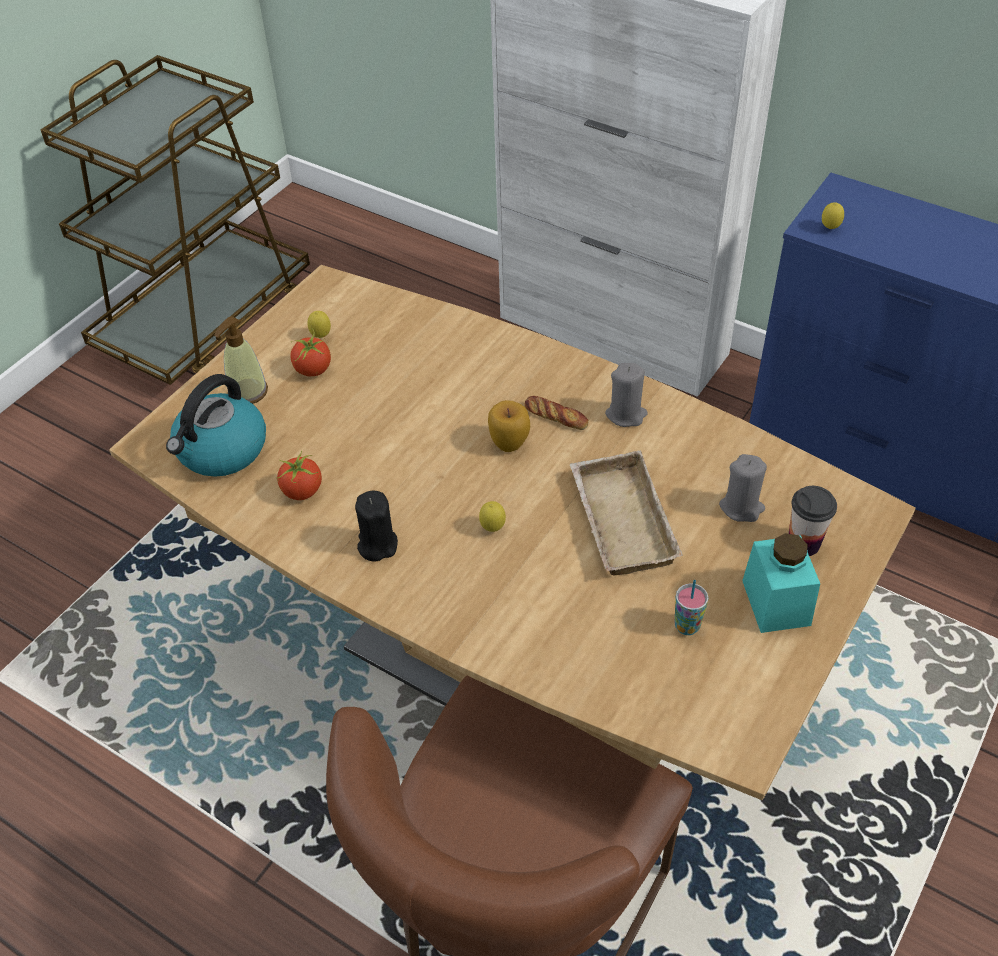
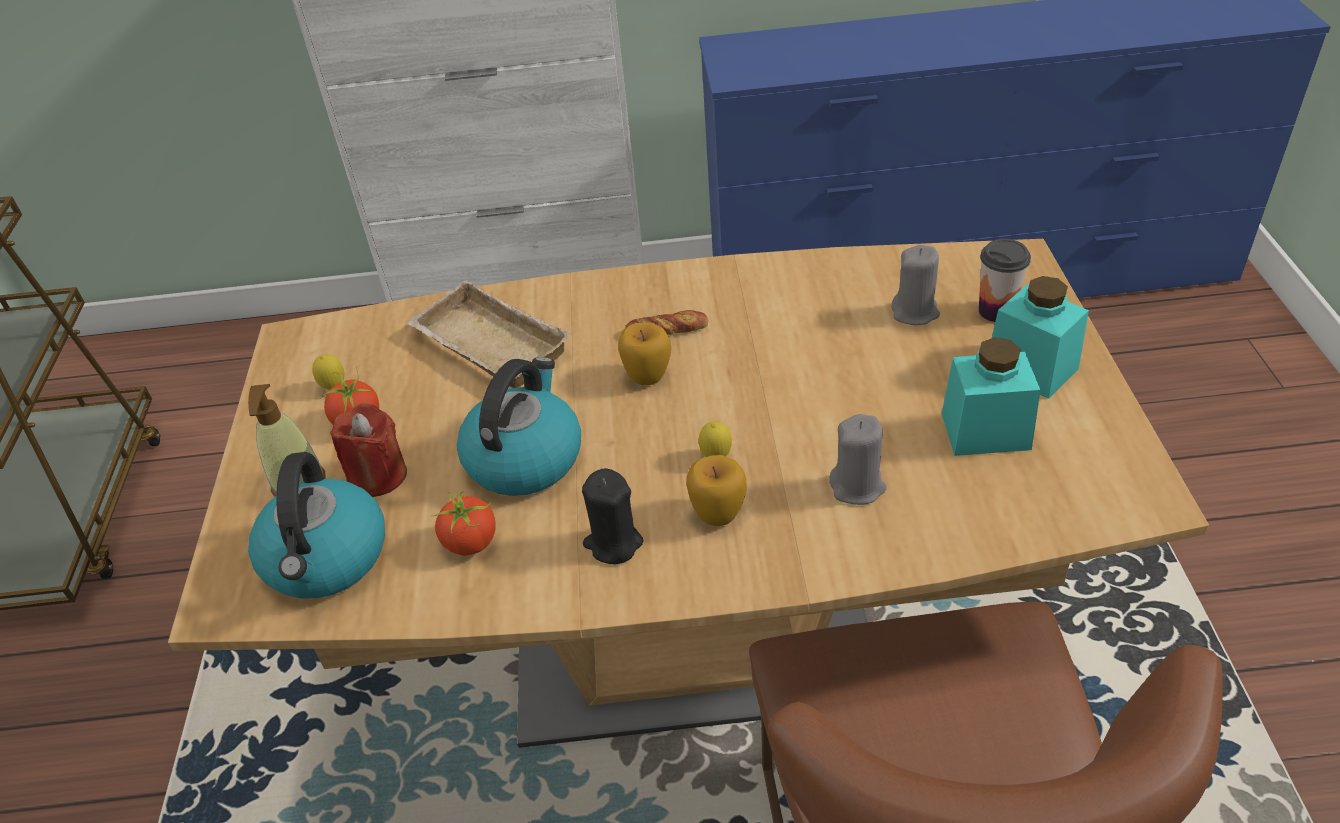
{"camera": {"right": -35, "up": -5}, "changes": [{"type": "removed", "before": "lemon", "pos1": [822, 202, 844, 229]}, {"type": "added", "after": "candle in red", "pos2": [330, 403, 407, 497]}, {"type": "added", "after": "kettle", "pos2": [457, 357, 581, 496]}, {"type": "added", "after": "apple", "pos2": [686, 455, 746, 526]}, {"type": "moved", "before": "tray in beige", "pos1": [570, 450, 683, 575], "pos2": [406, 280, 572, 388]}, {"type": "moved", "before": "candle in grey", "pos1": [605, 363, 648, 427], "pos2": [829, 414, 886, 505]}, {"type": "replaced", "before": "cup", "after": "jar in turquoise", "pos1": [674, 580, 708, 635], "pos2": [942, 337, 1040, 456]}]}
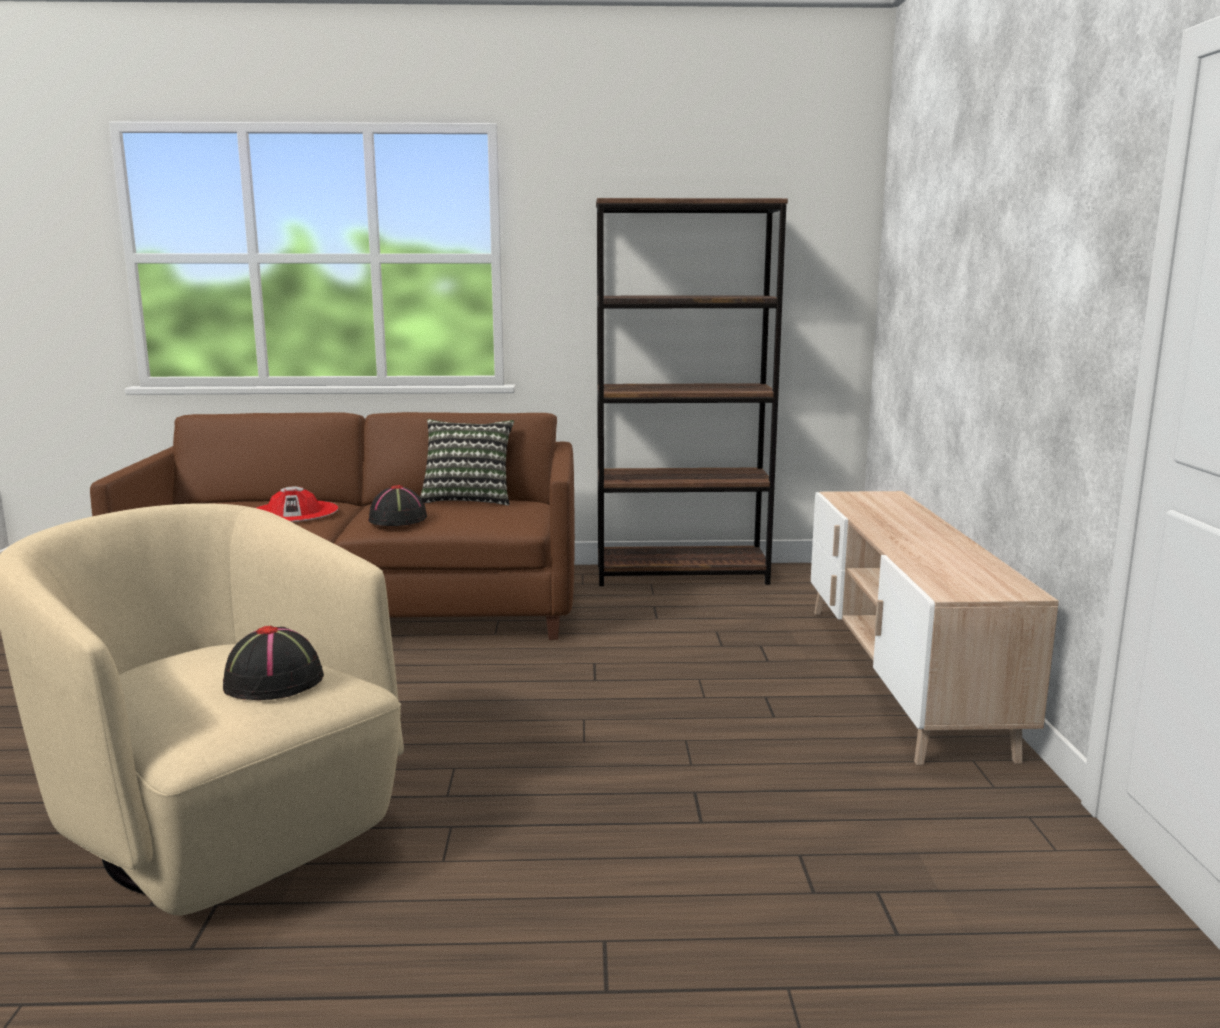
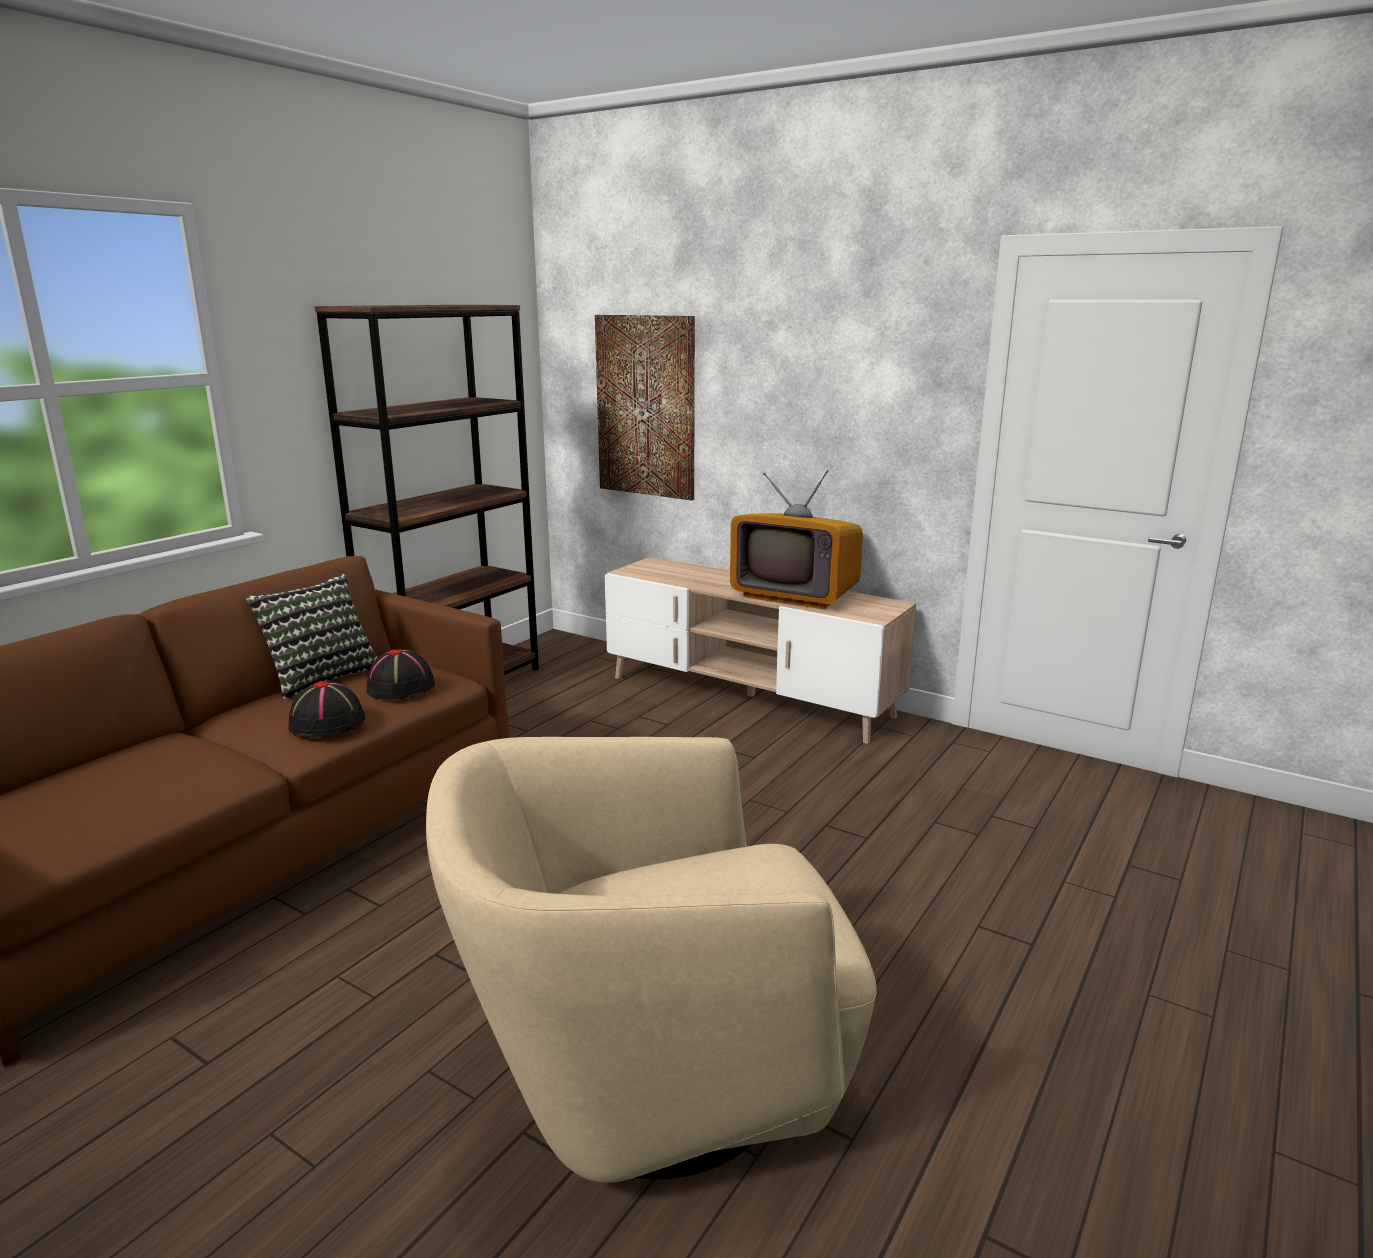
{"camera": {"right": -55, "up": 5}, "changes": [{"type": "removed", "before": "hat in red", "pos1": [256, 487, 338, 522]}, {"type": "added", "after": "picture", "pos2": [595, 315, 695, 500]}, {"type": "added", "after": "television", "pos2": [730, 470, 863, 609]}, {"type": "moved", "before": "hat in black", "pos1": [223, 626, 324, 700], "pos2": [366, 649, 435, 700]}]}
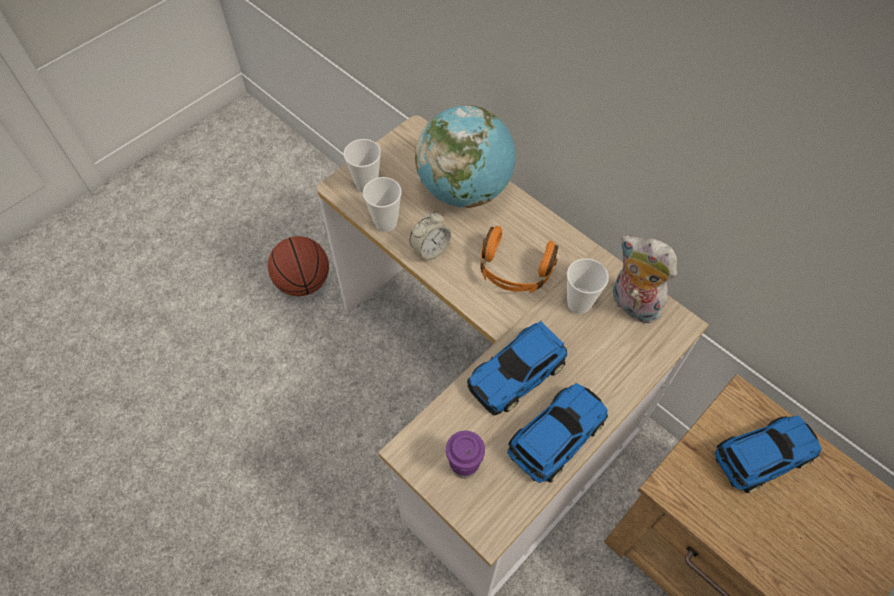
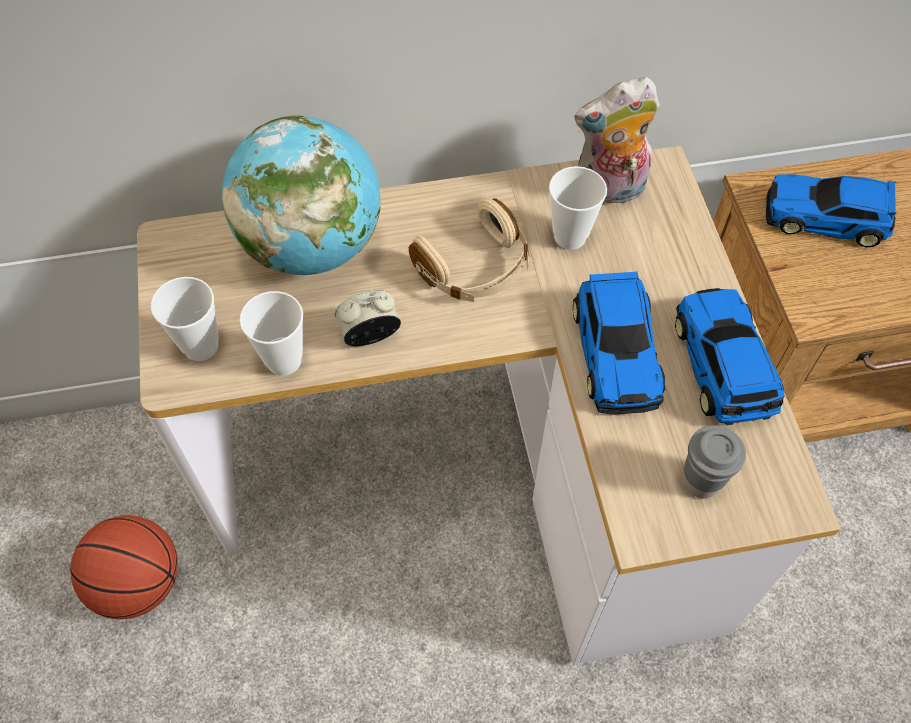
{"camera": {"right": -55, "up": 0}, "changes": [{"type": "recoloured", "before": "cup in purple", "after": "cup in grey", "pos1": [446, 431, 485, 479], "pos2": [682, 425, 746, 498]}, {"type": "recoloured", "before": "headphones in orange", "after": "headphones in beige", "pos1": [480, 226, 558, 294], "pos2": [409, 198, 529, 302]}, {"type": "turned", "before": "alarm clock", "pos1": [409, 212, 451, 261], "pos2": [334, 290, 401, 346], "turn": -105}, {"type": "turned", "before": "toy car", "pos1": [715, 416, 822, 493], "pos2": [766, 174, 896, 248], "turn": -90}]}
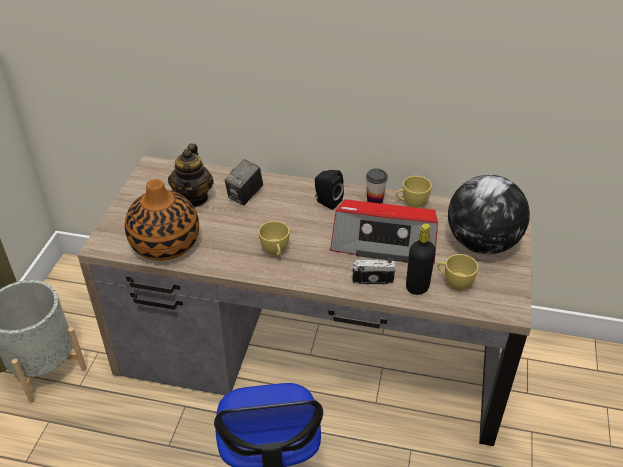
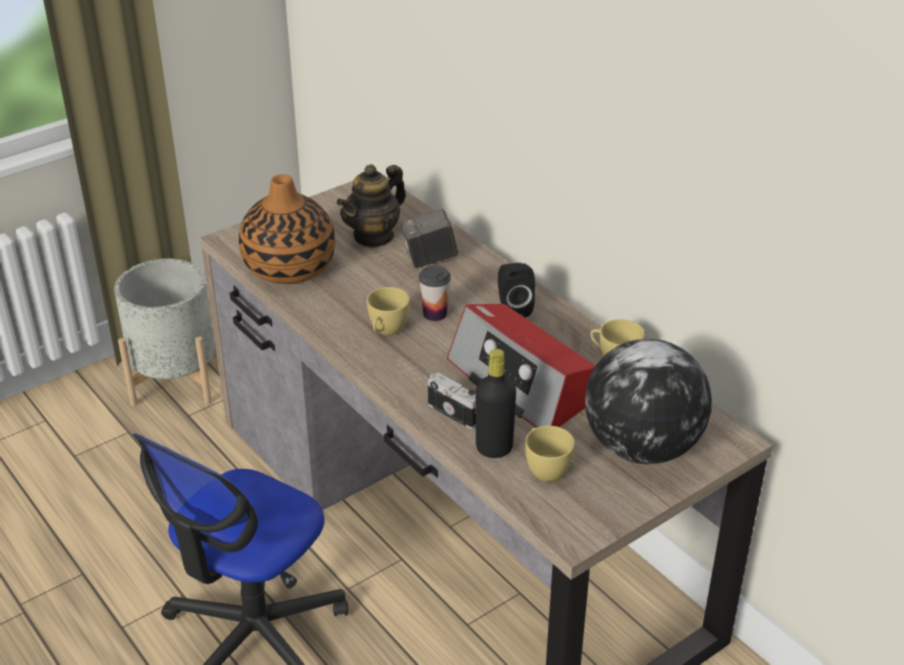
{"camera": {"right": 40, "up": -5}, "changes": [{"type": "moved", "before": "cup", "pos1": [366, 168, 388, 204], "pos2": [419, 265, 451, 321]}]}
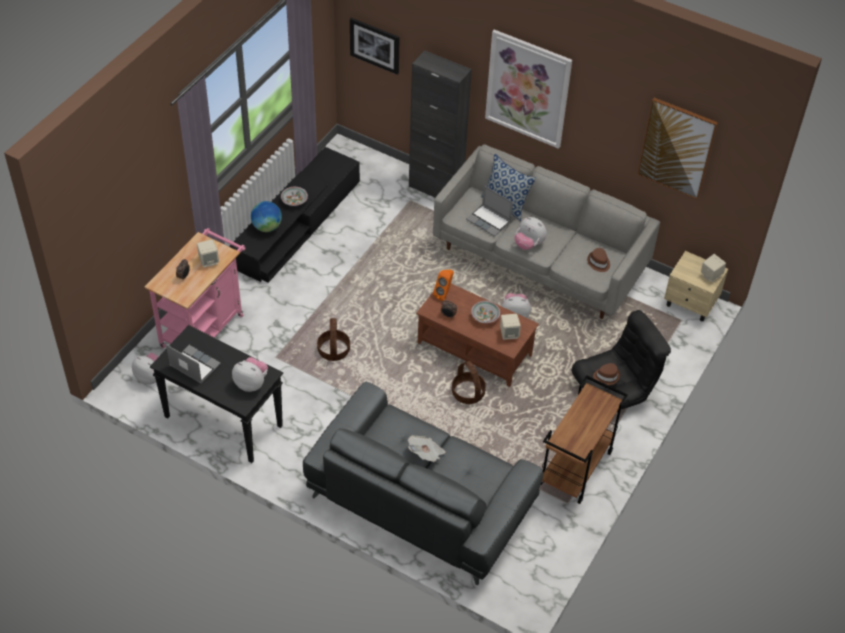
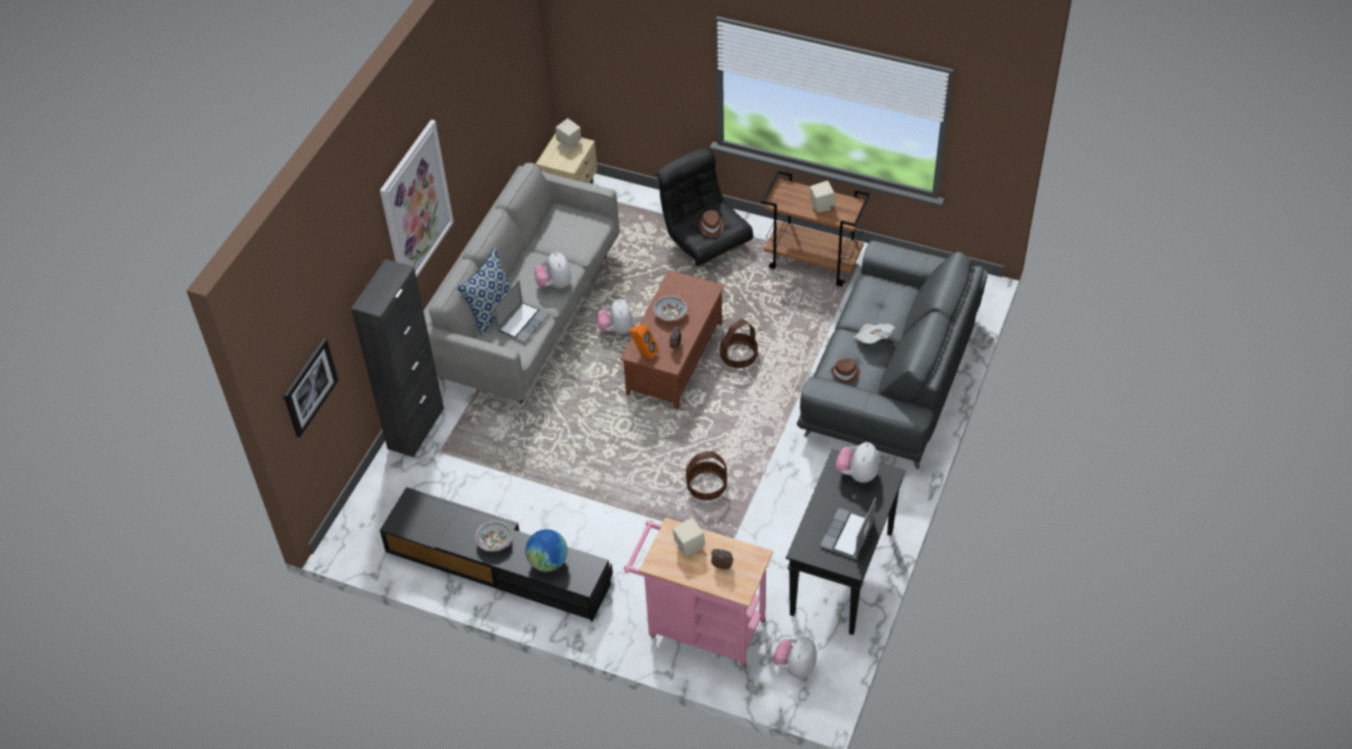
{"camera": {"right": -95, "up": 0}, "changes": [{"type": "removed", "before": "picture", "pos1": [637, 98, 718, 199]}, {"type": "moved", "before": "speaker in beige", "pos1": [500, 314, 521, 340], "pos2": [810, 181, 835, 212]}, {"type": "moved", "before": "hat in brown", "pos1": [587, 248, 610, 272], "pos2": [831, 359, 860, 383]}, {"type": "turned", "before": "plush toy", "pos1": [514, 217, 547, 250], "pos2": [534, 252, 572, 288], "turn": 135}]}
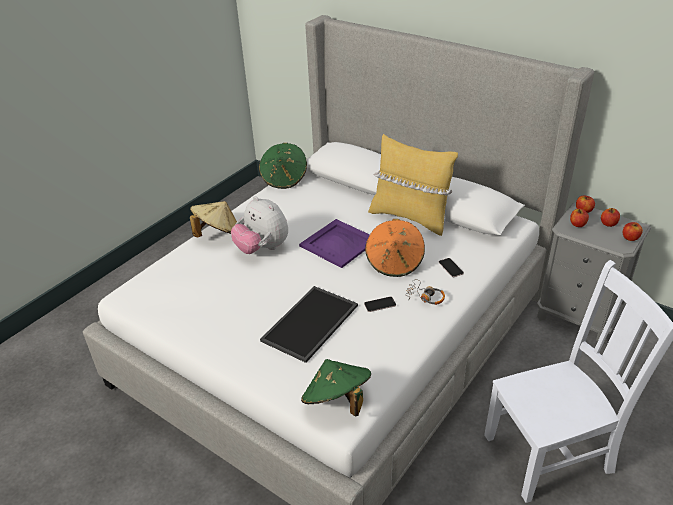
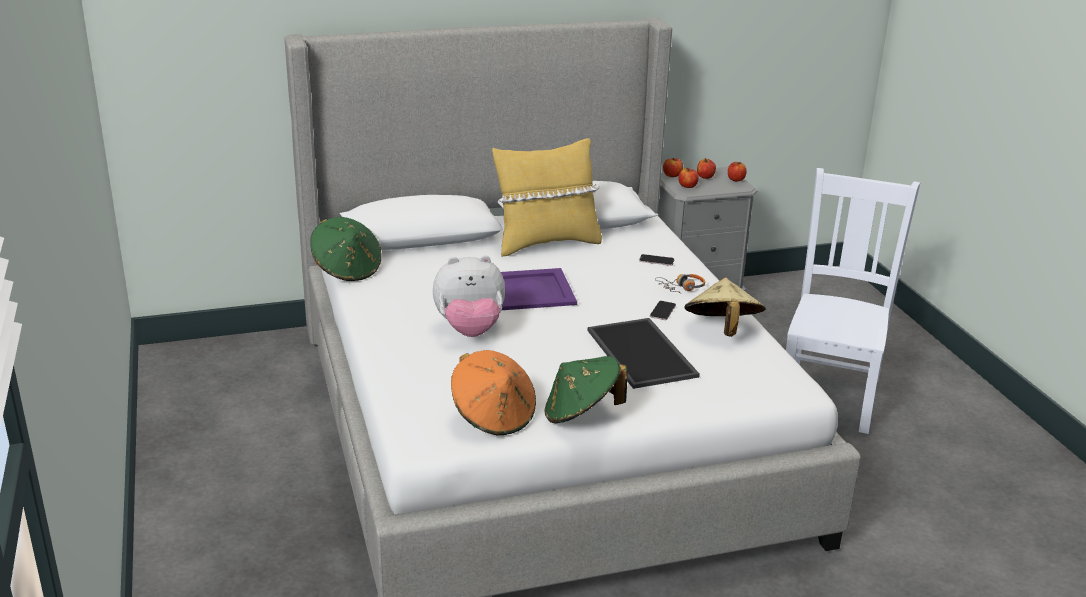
{"camera": {"right": -55, "up": -10}, "changes": [{"type": "moved", "before": "hat in beige", "pos1": [190, 201, 237, 237], "pos2": [685, 278, 766, 337]}, {"type": "moved", "before": "hat in green", "pos1": [301, 359, 371, 417], "pos2": [544, 356, 628, 423]}, {"type": "moved", "before": "hat in orange", "pos1": [365, 219, 425, 277], "pos2": [451, 350, 536, 435]}]}
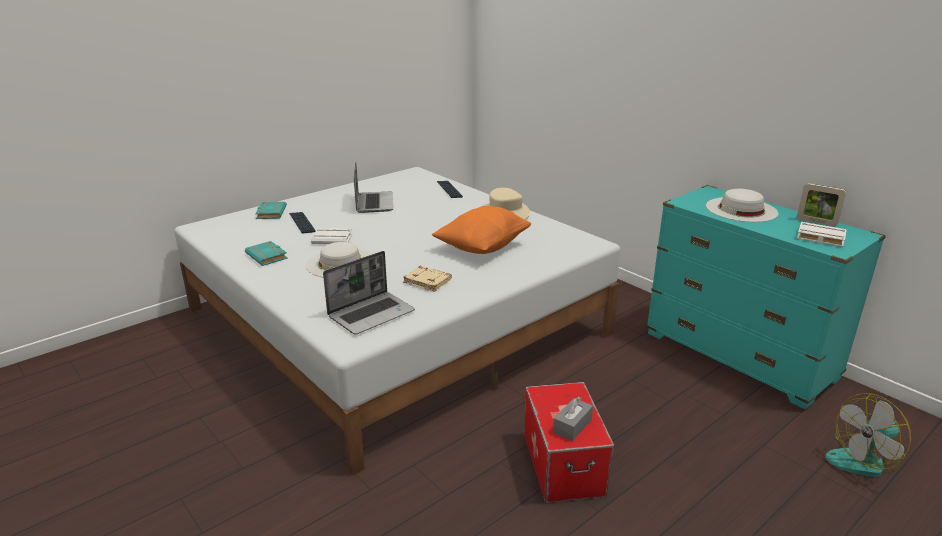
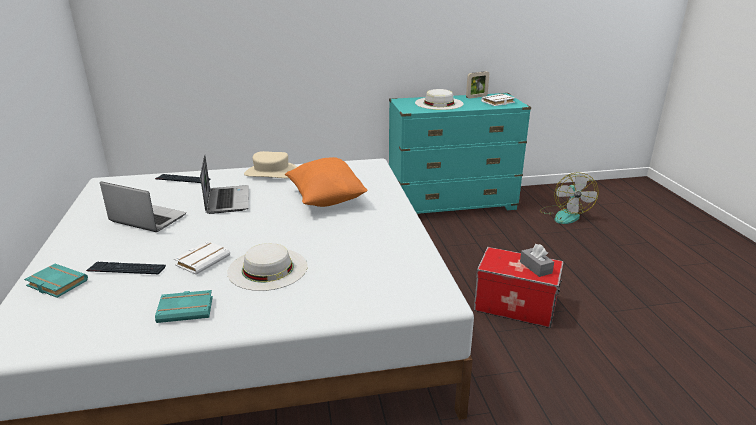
{"camera": {"right": -60, "up": 0}, "changes": [{"type": "removed", "before": "book in beige", "pos1": [403, 266, 452, 292]}, {"type": "moved", "before": "laptop", "pos1": [323, 251, 415, 335], "pos2": [200, 155, 249, 214]}]}
